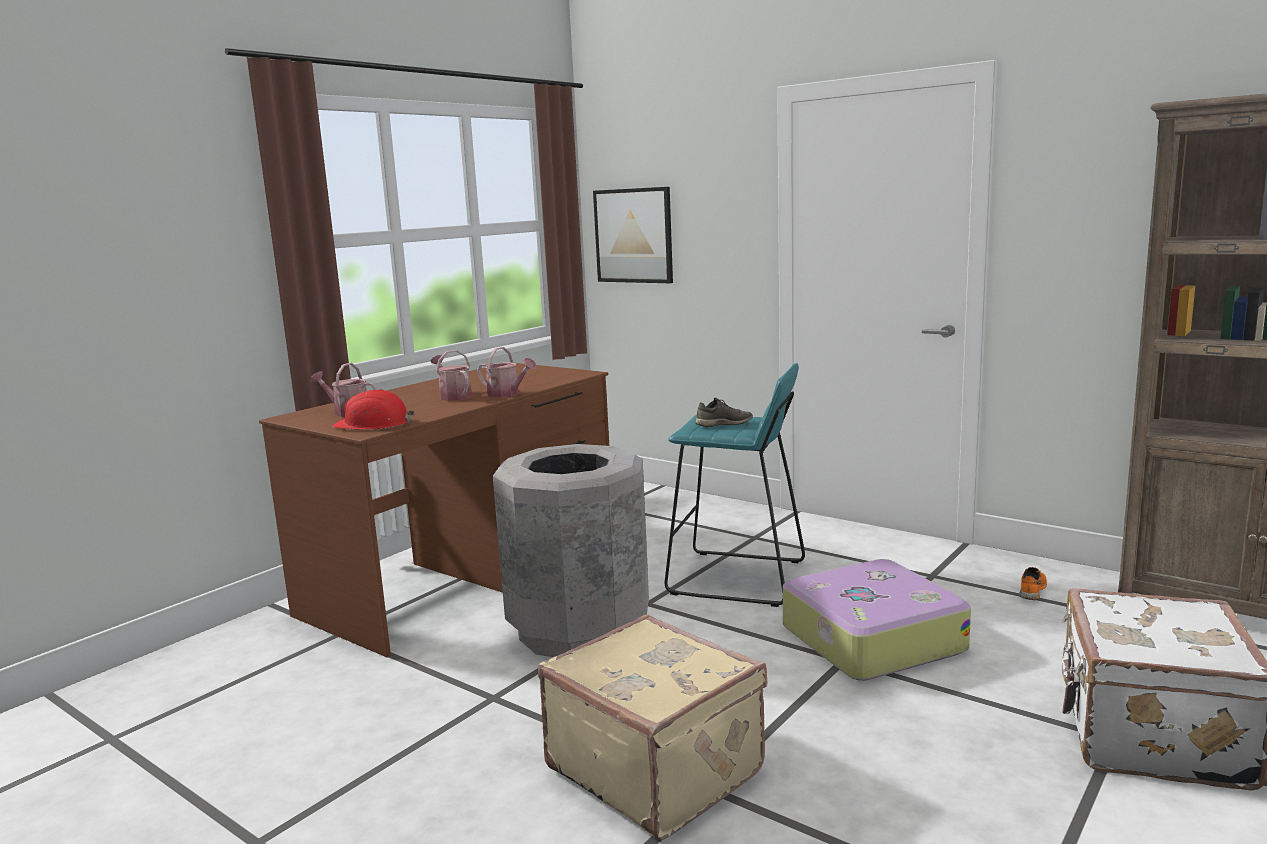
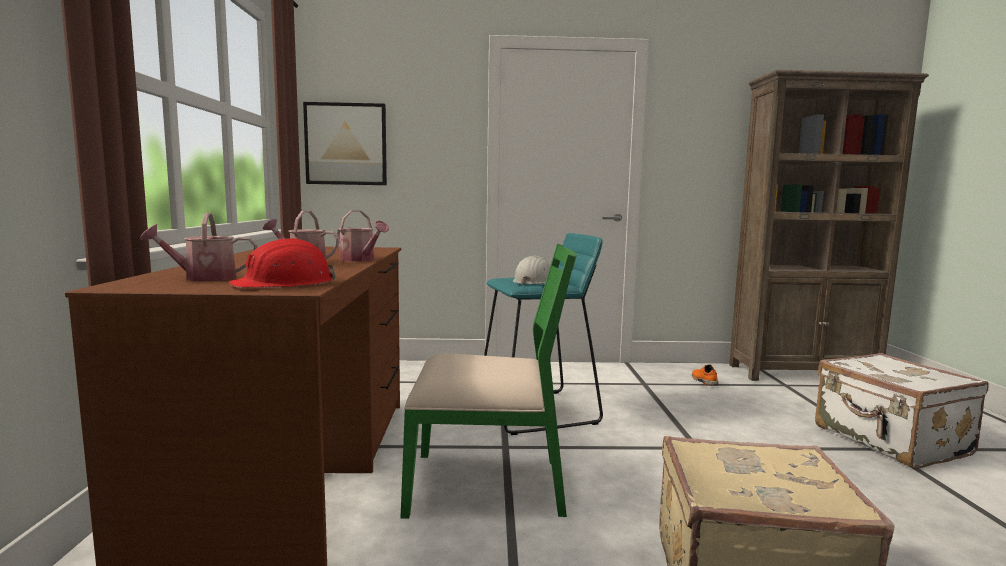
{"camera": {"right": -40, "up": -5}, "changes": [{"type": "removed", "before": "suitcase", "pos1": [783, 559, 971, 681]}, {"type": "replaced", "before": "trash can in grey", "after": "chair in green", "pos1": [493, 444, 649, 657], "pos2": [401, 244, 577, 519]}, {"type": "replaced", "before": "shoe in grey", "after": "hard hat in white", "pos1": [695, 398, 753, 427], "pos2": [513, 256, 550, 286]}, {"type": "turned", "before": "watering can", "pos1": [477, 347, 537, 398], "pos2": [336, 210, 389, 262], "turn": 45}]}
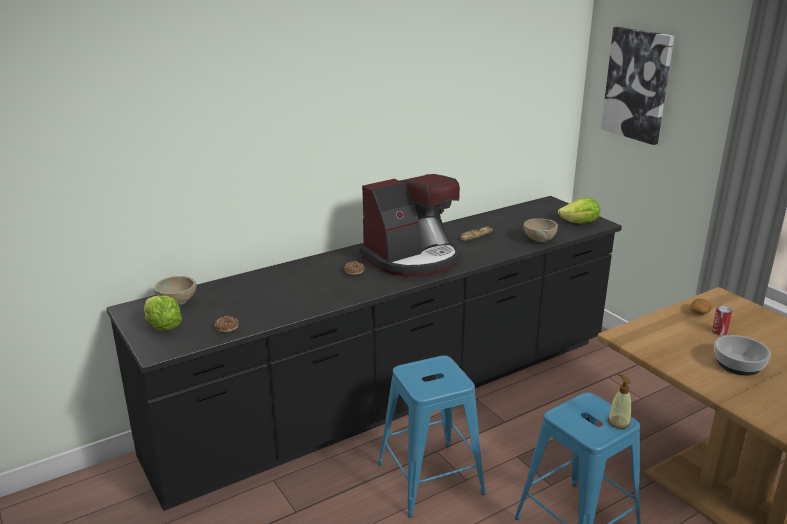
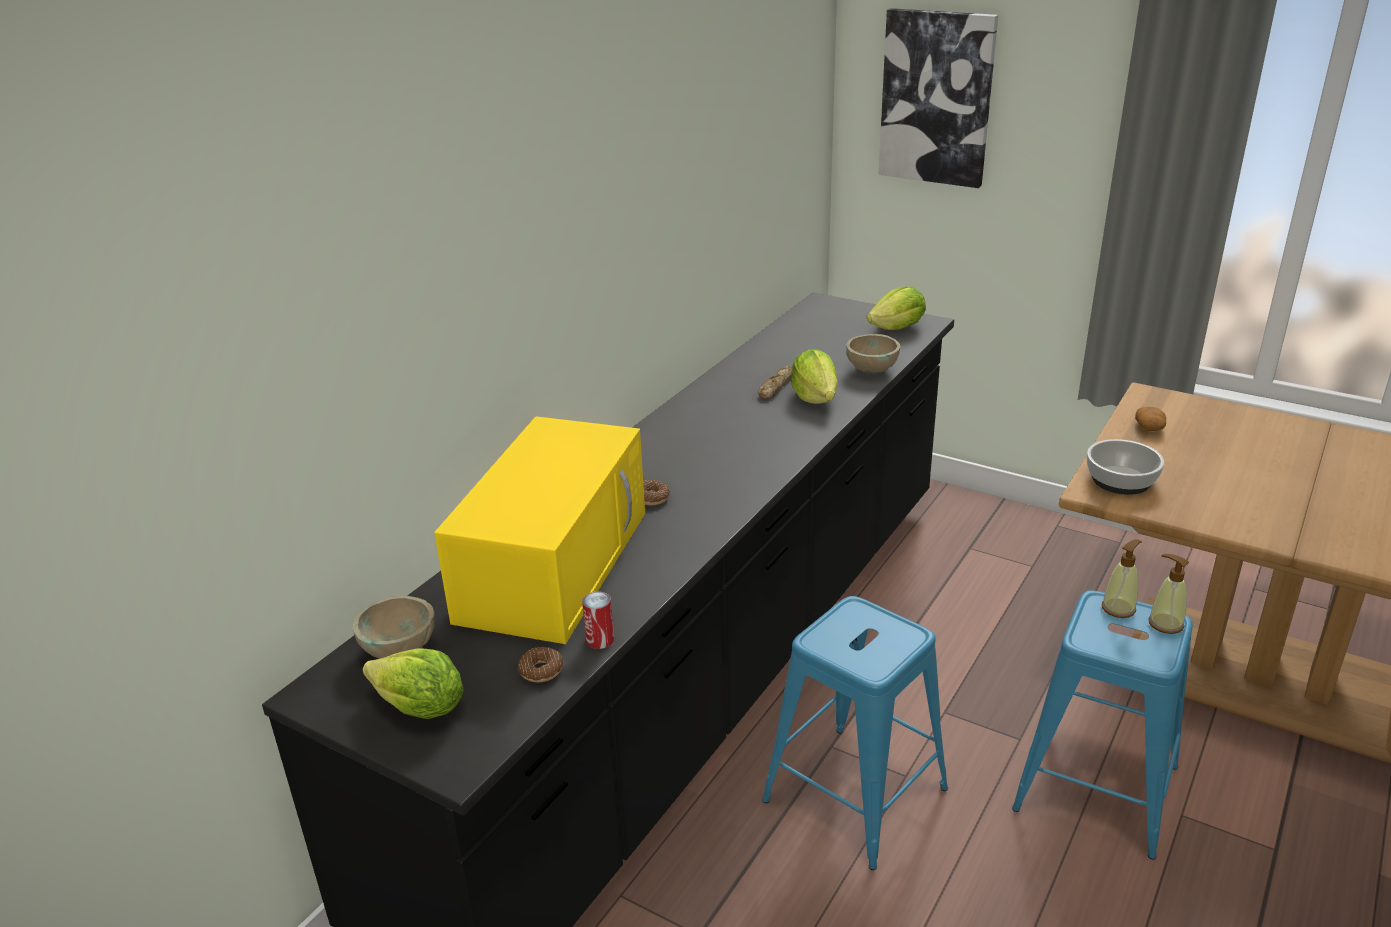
{"camera": {"right": -25, "up": 5}, "changes": [{"type": "removed", "before": "coffee machine", "pos1": [359, 174, 460, 276]}, {"type": "added", "after": "microwave in yellow", "pos2": [434, 416, 645, 644]}, {"type": "added", "after": "lettuce", "pos2": [791, 349, 838, 404]}, {"type": "added", "after": "soap dispenser", "pos2": [1102, 539, 1142, 618]}, {"type": "moved", "before": "can", "pos1": [712, 306, 732, 335], "pos2": [582, 591, 614, 649]}, {"type": "moved", "before": "bowl", "pos1": [714, 335, 771, 376], "pos2": [1086, 439, 1165, 495]}]}
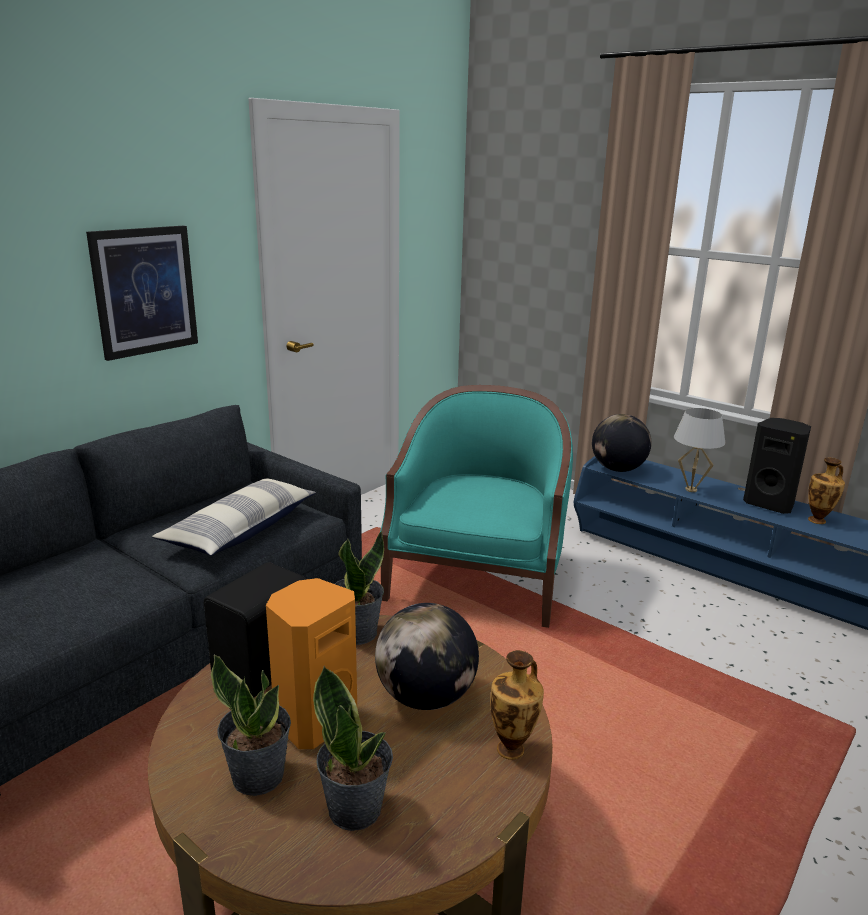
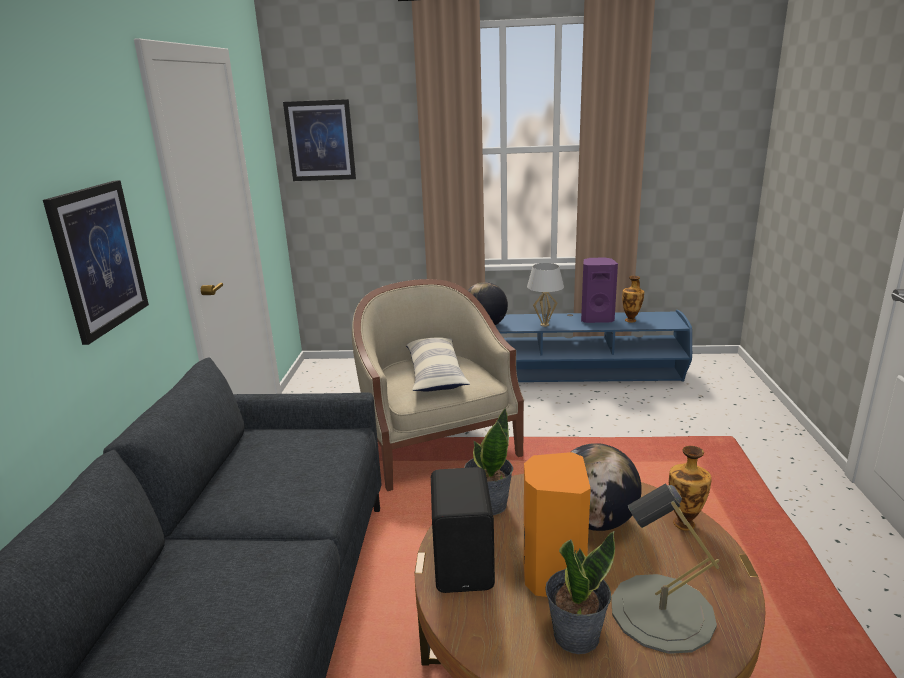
{"camera": {"right": -35, "up": 0}, "changes": [{"type": "added", "after": "picture", "pos2": [283, 99, 356, 181]}, {"type": "moved", "before": "pillow", "pos1": [152, 479, 316, 556], "pos2": [406, 337, 470, 392]}, {"type": "replaced", "before": "potted plant", "after": "table lamp in grey", "pos1": [313, 666, 393, 831], "pos2": [611, 483, 720, 654]}, {"type": "recoloured", "before": "armchair in turquoise", "after": "armchair in beige", "pos1": [380, 385, 573, 628], "pos2": [352, 279, 524, 491]}, {"type": "recoloured", "before": "speaker in black", "after": "speaker in purple", "pos1": [743, 418, 811, 514], "pos2": [581, 257, 618, 323]}]}
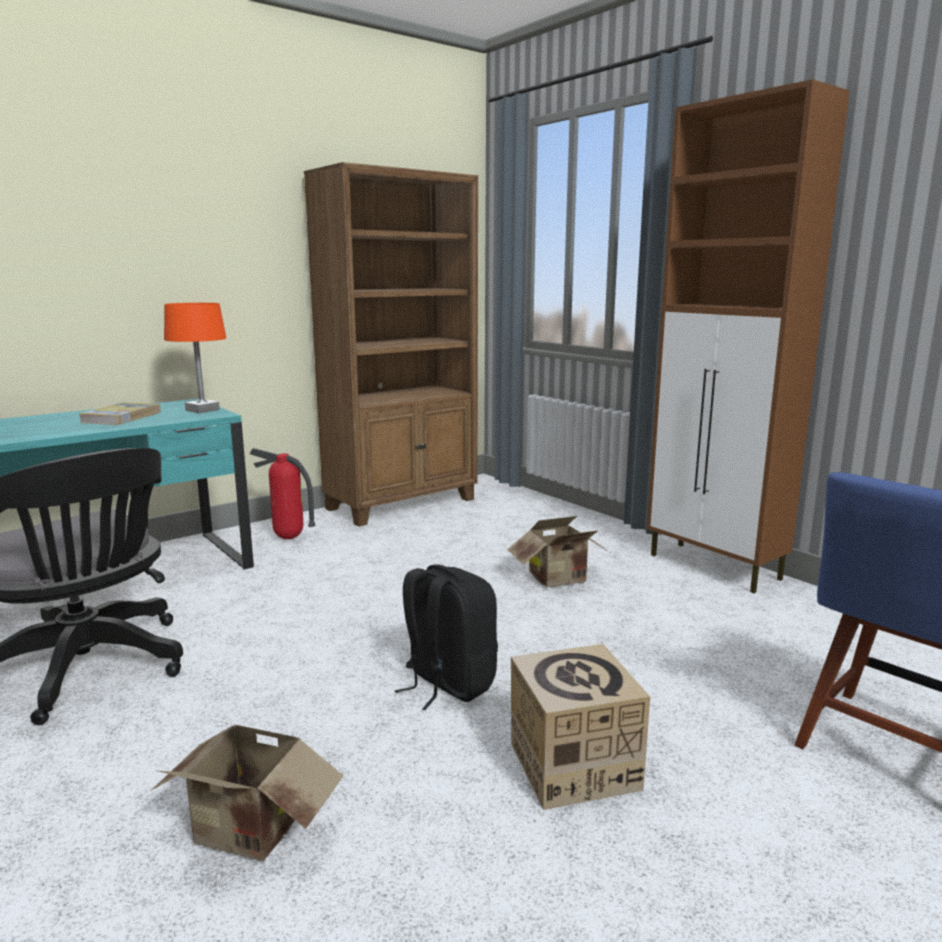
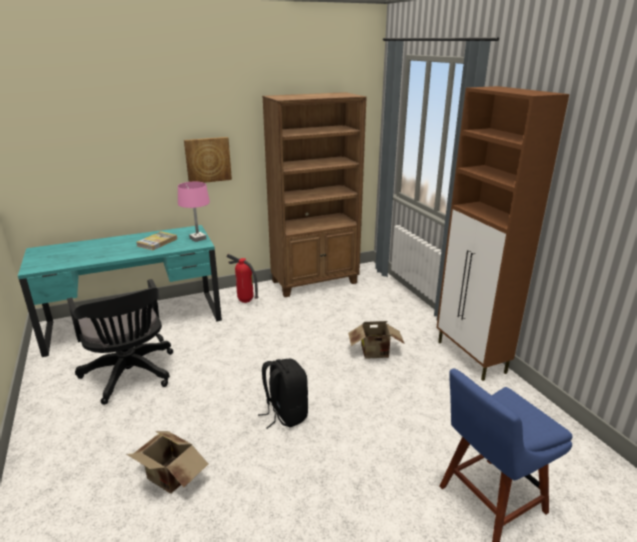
{"camera": {"right": 15, "up": 10}, "changes": [{"type": "removed", "before": "cardboard box", "pos1": [511, 644, 650, 810]}, {"type": "added", "after": "picture", "pos2": [184, 137, 232, 183]}, {"type": "recoloured", "before": "table lamp in orange", "after": "table lamp in pink", "pos1": [164, 303, 226, 413], "pos2": [178, 182, 210, 242]}]}
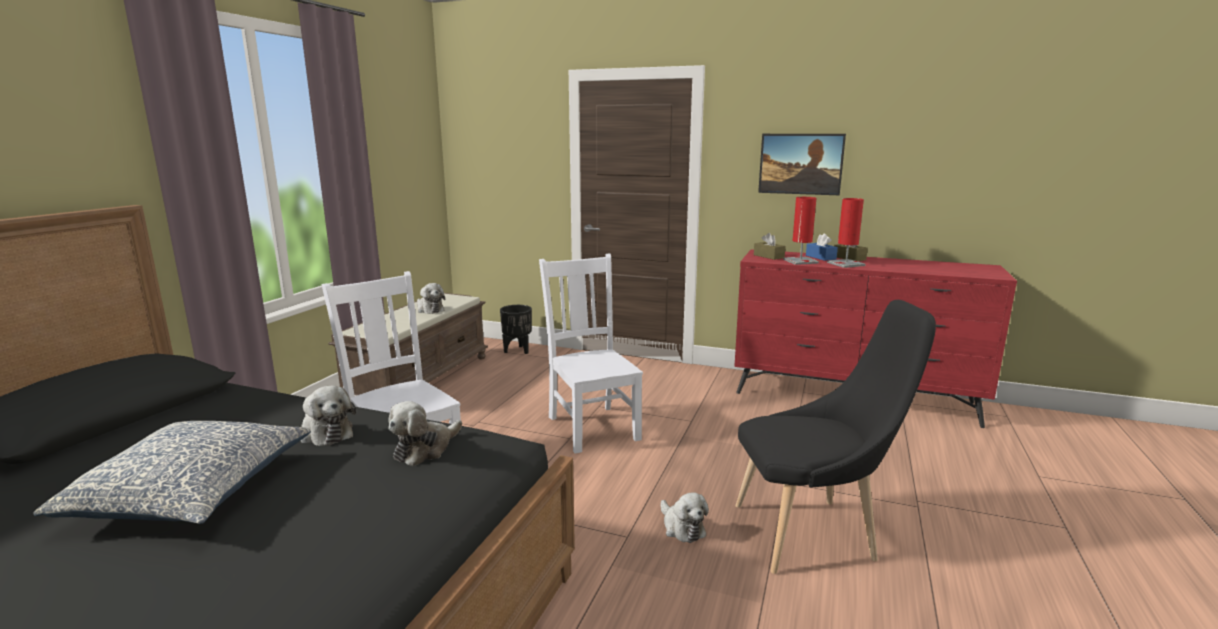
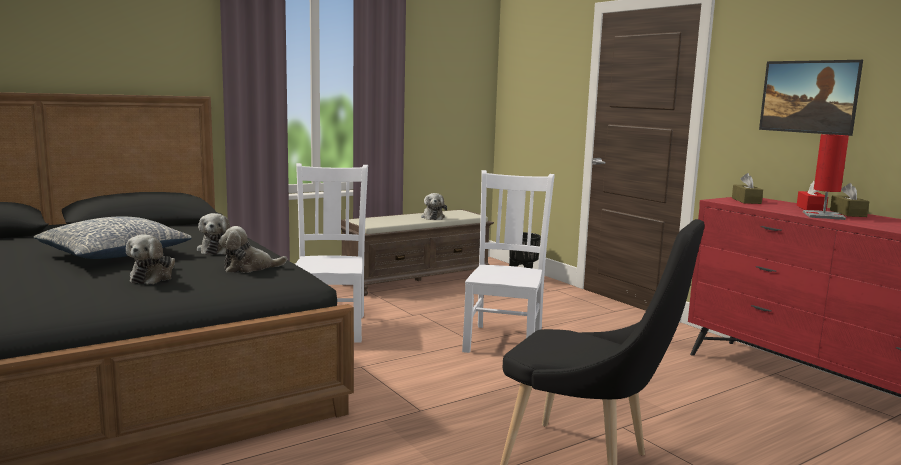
{"camera": {"right": 35, "up": -5}, "changes": [{"type": "removed", "before": "table lamp in red", "pos1": [783, 197, 819, 265]}, {"type": "moved", "before": "plush toy", "pos1": [661, 492, 709, 543], "pos2": [126, 234, 175, 284]}, {"type": "recoloured", "before": "tissue box in blue", "after": "tissue box in red", "pos1": [806, 234, 838, 261], "pos2": [797, 181, 828, 211]}]}
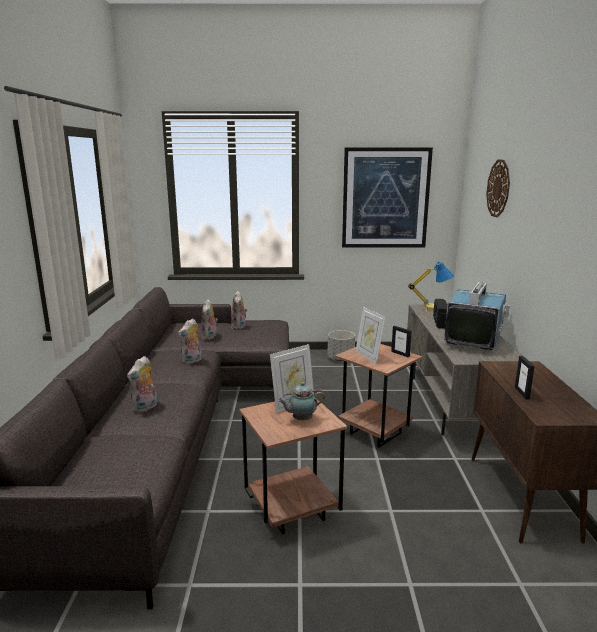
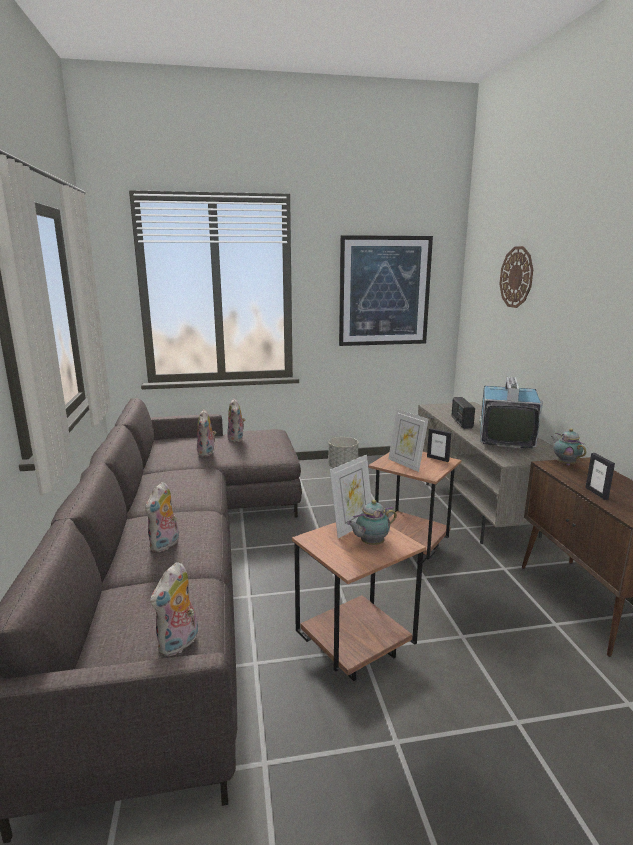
{"camera": {"right": -10, "up": 0}, "changes": [{"type": "removed", "before": "table lamp", "pos1": [408, 261, 454, 312]}, {"type": "added", "after": "teapot", "pos2": [551, 428, 586, 466]}, {"type": "moved", "before": "plush toy", "pos1": [178, 318, 202, 364], "pos2": [150, 562, 198, 656]}]}
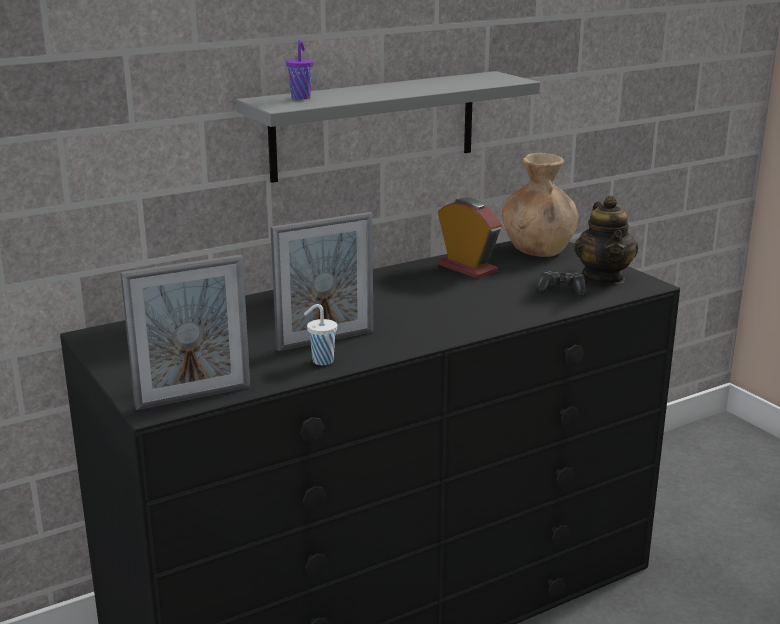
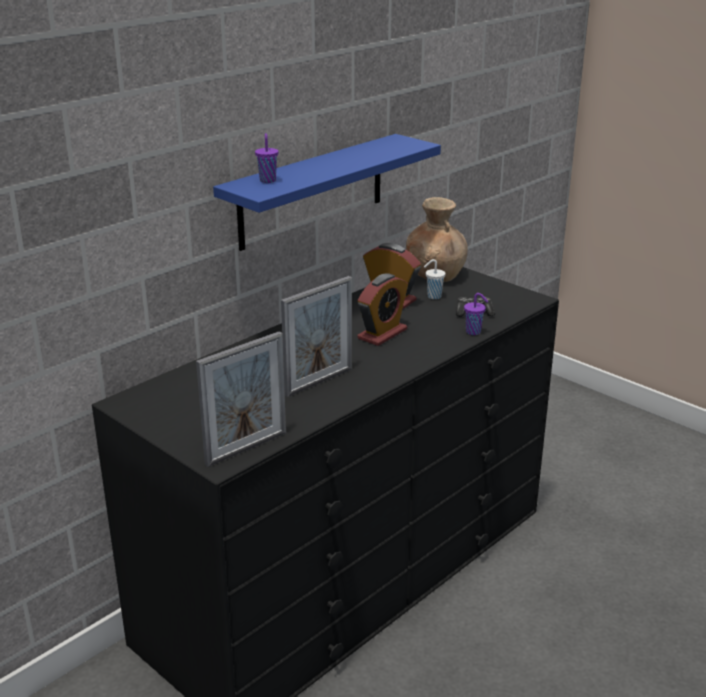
{"camera": {"right": -15, "up": 5}, "changes": [{"type": "removed", "before": "teapot", "pos1": [574, 196, 638, 284]}, {"type": "added", "after": "alarm clock", "pos2": [357, 273, 408, 346]}, {"type": "added", "after": "cup in purple", "pos2": [464, 293, 488, 335]}, {"type": "moved", "before": "cup in white", "pos1": [304, 304, 337, 365], "pos2": [424, 259, 445, 299]}, {"type": "recoloured", "before": "shelf in grey", "after": "shelf in blue", "pos1": [236, 71, 540, 183], "pos2": [213, 134, 441, 251]}]}
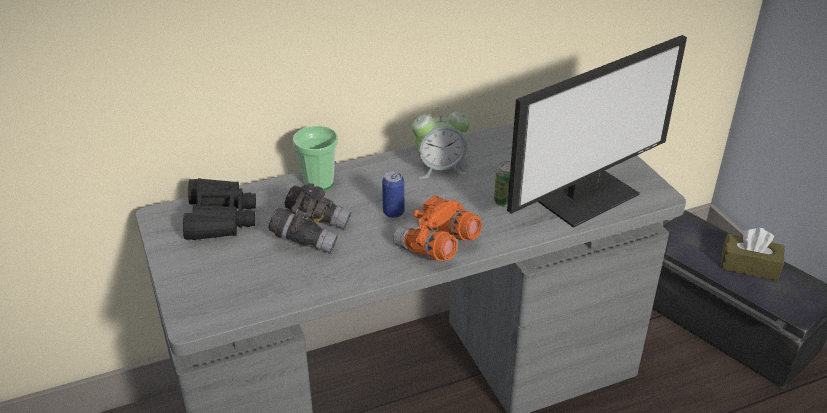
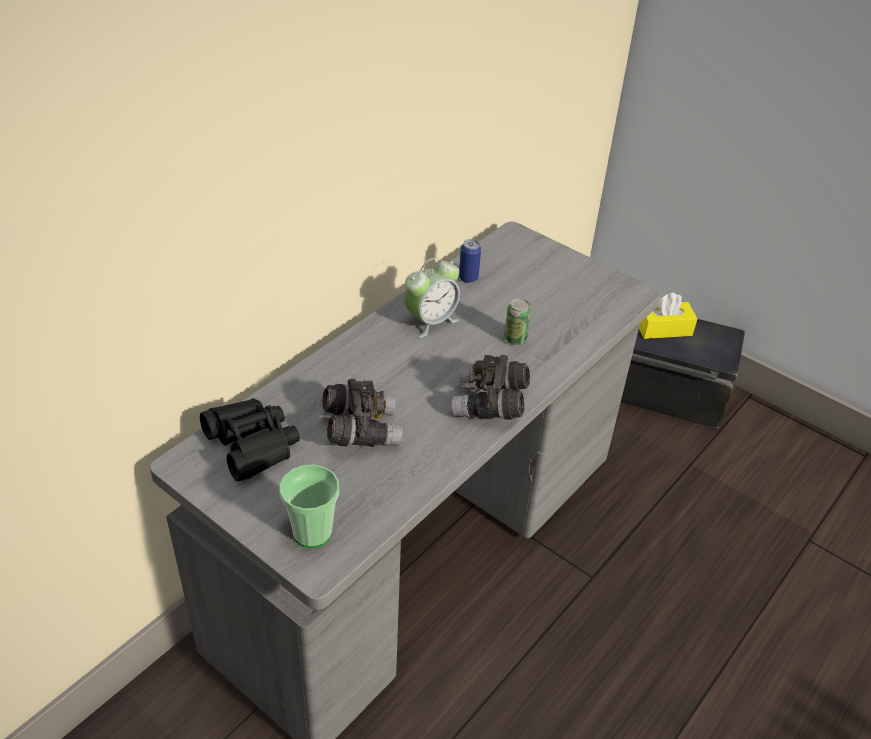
{"camera": {"right": -30, "up": 5}, "changes": [{"type": "removed", "before": "monitor", "pos1": [507, 35, 687, 228]}, {"type": "moved", "before": "cup", "pos1": [293, 126, 338, 190], "pos2": [280, 464, 339, 548]}, {"type": "moved", "before": "can", "pos1": [382, 171, 404, 218], "pos2": [459, 239, 481, 283]}, {"type": "recoloured", "before": "binoculars in orange", "after": "binoculars in grey", "pos1": [393, 195, 482, 261], "pos2": [452, 355, 530, 420]}, {"type": "recoloured", "before": "tissue box in brown", "after": "tissue box in yellow", "pos1": [720, 228, 784, 281], "pos2": [639, 293, 697, 339]}]}
